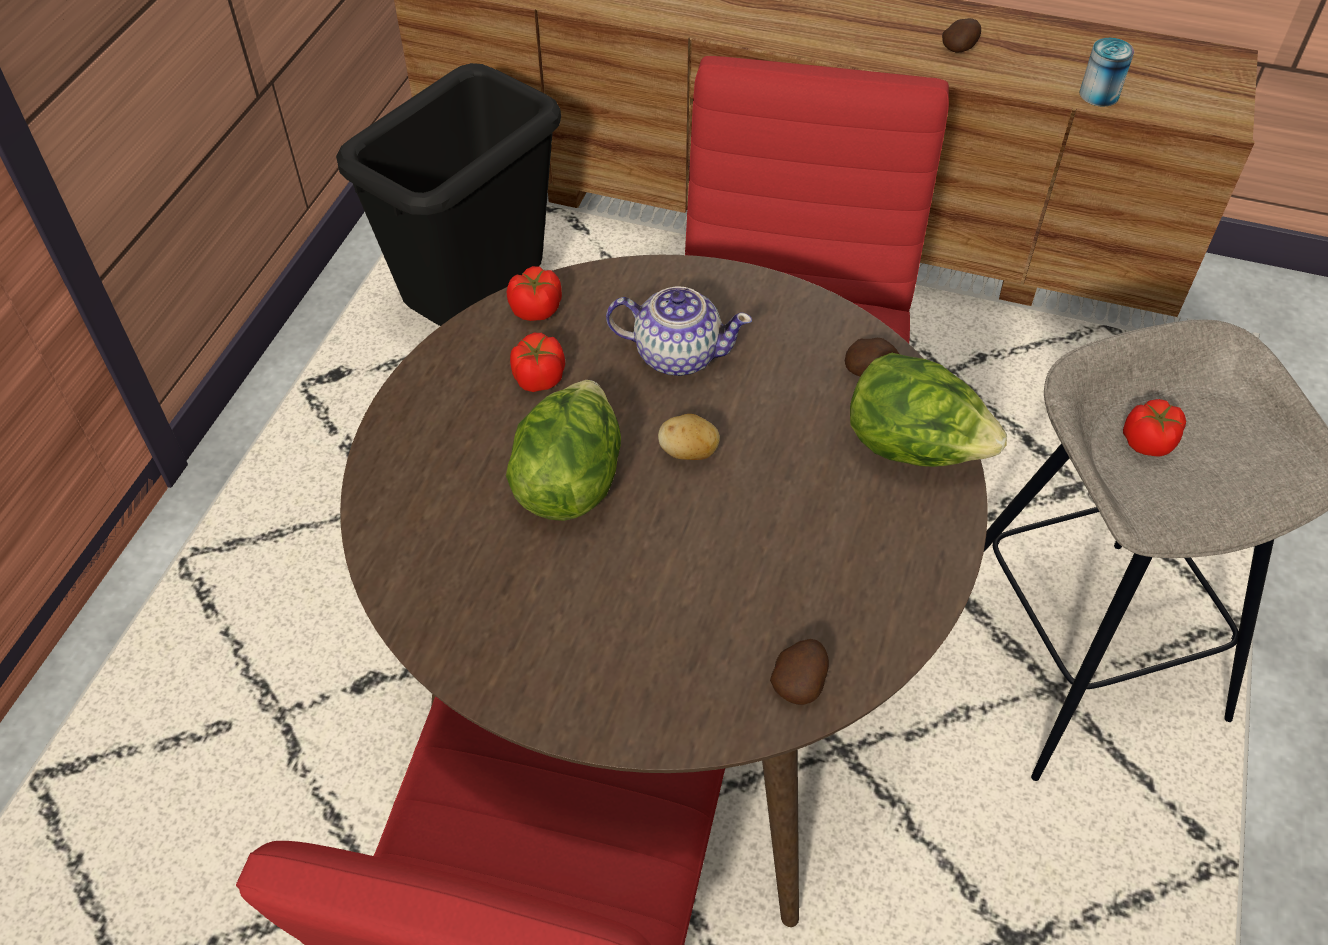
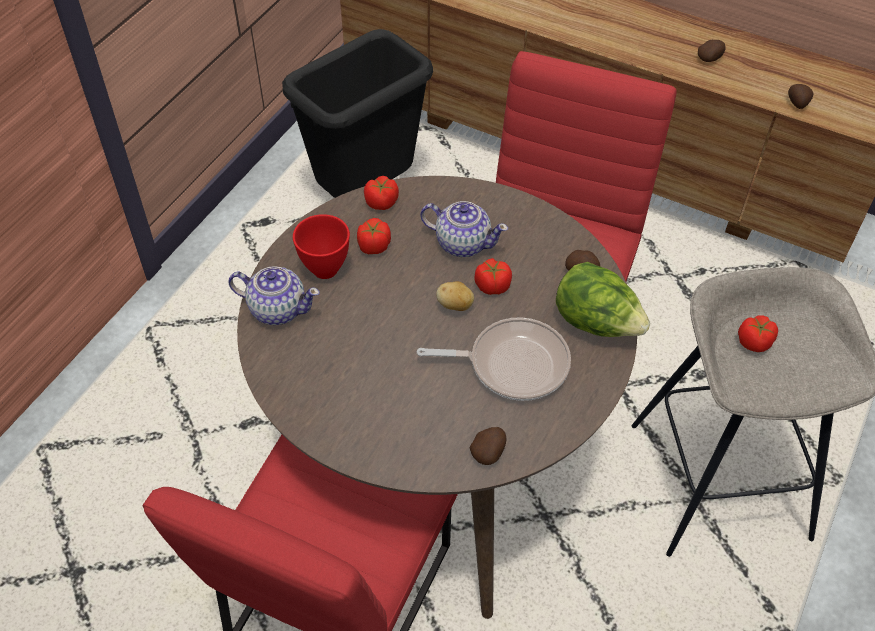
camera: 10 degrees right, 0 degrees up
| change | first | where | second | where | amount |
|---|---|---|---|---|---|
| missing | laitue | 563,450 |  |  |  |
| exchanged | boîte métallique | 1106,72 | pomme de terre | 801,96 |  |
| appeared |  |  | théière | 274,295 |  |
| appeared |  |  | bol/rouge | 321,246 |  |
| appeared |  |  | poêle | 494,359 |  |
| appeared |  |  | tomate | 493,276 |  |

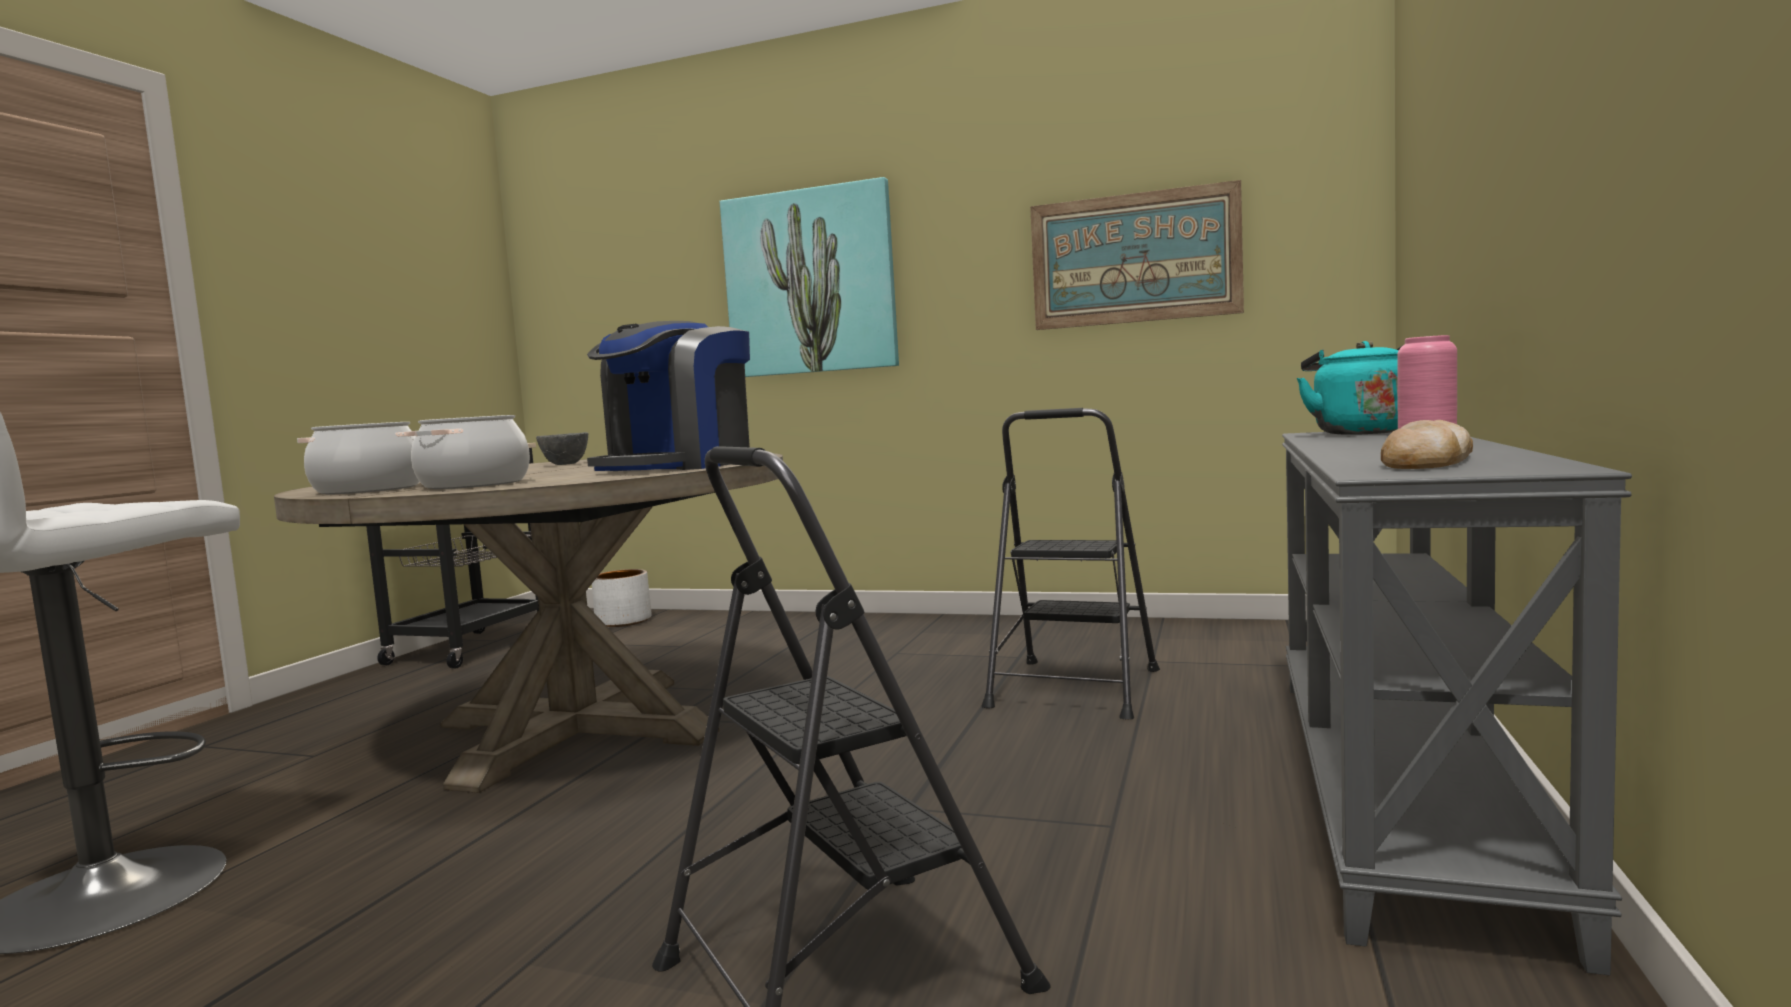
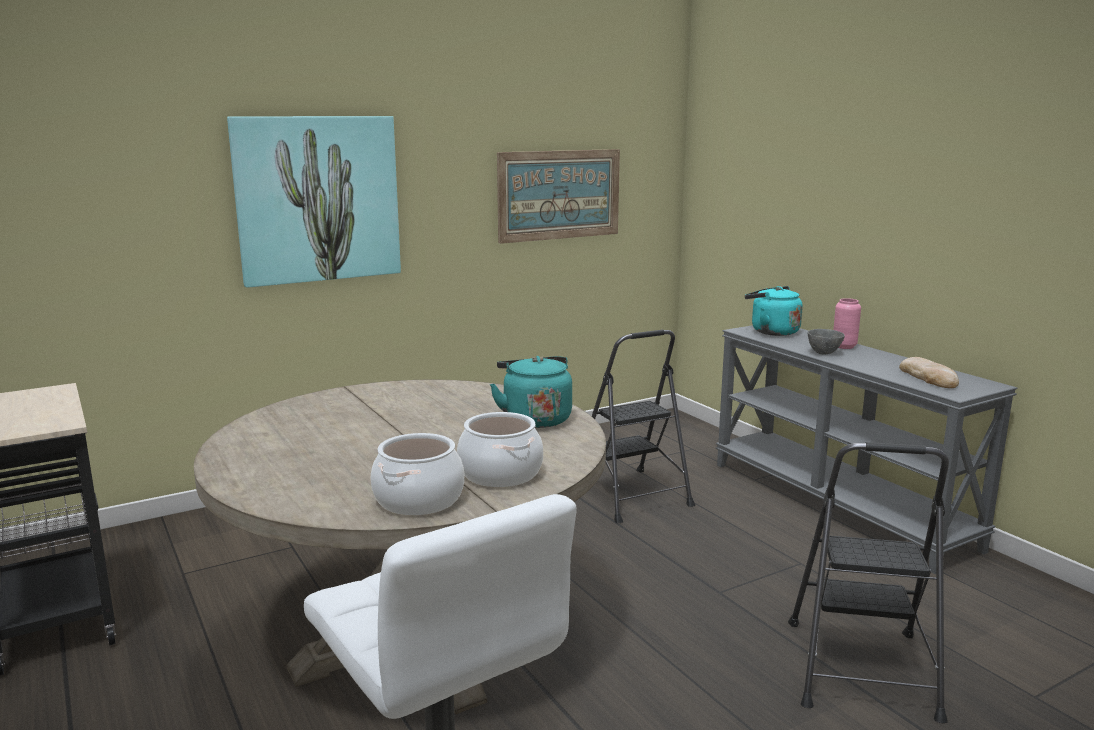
camera: 50 degrees left, 10 degrees up
| change | first | where | second | where | amount |
|---|---|---|---|---|---|
| relocated | bol/gris | 562,448 |  | 826,342 |  |
| exchanged | machine à café | 668,396 | bouilloire/turquoise | 531,392 |  |
| missing | cache-pot/blanc | 621,598 |  |  |  |

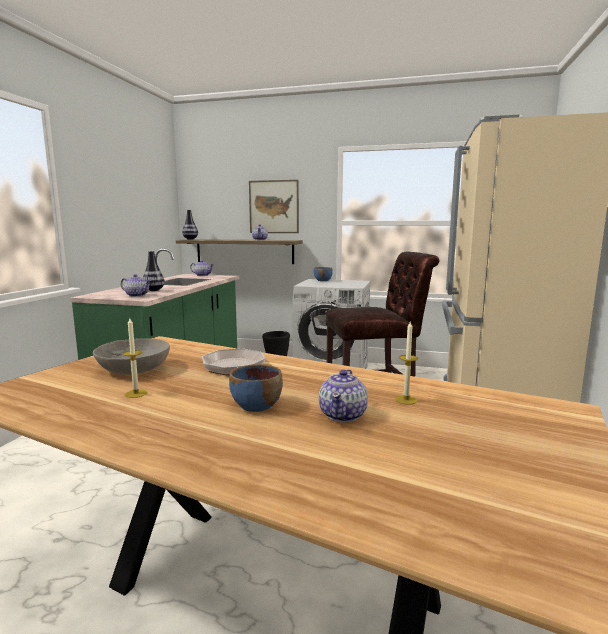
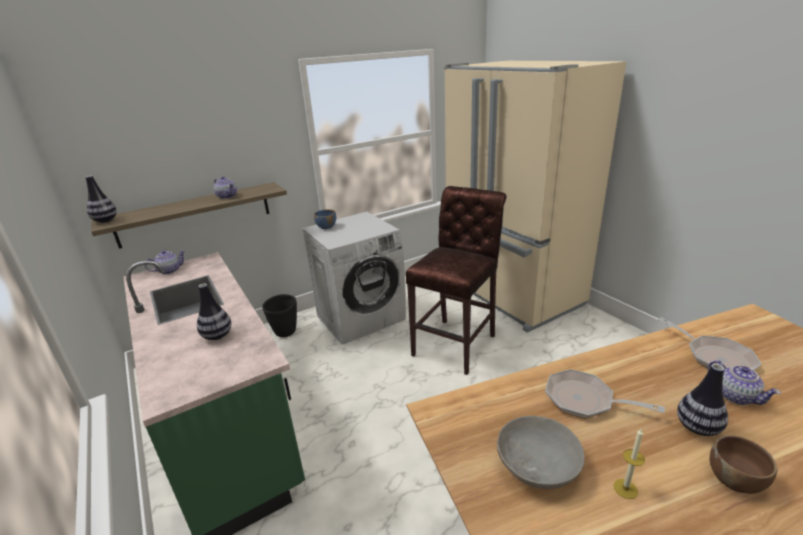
camera: 45 degrees left, 15 degrees up
| change | first | where | second | where | amount |
|---|---|---|---|---|---|
| missing | théière | 136,285 |  |  |  |
| exchanged | bol/bleu | 256,388 | vase | 702,400 |  |
| missing | tableau | 274,206 |  |  |  |
| exchanged | bougie | 406,363 | poêle | 709,344 |  |
| appeared |  |  | bol/marron | 744,464 |  |

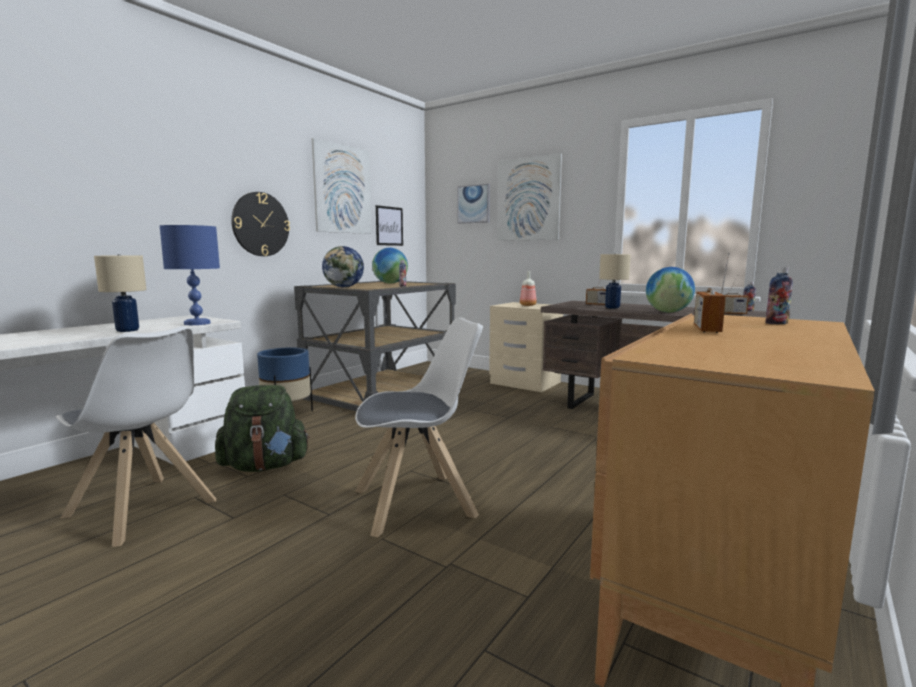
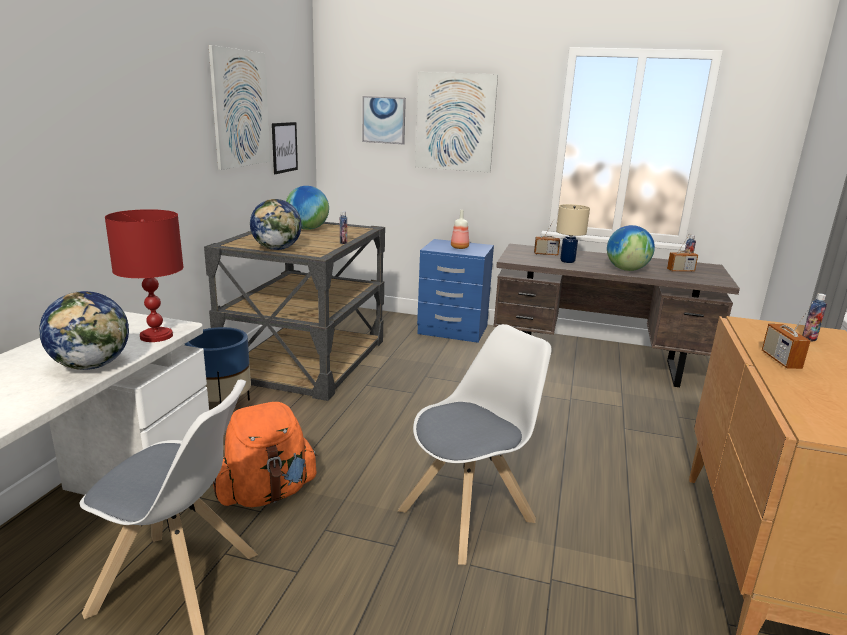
camera: 20 degrees left, 10 degrees up
| change | first | where | second | where | amount |
|---|---|---|---|---|---|
| exchanged | lampe de table/beige | 120,293 | globe | 84,330 |  |
| colour | lampe de table/bleu | 190,275 | lampe de table/rouge | 144,275 |  |
| colour | sac à dos/vert | 262,428 | sac à dos/orange | 265,454 |  |
| missing | horloge murale | 260,224 |  |  |  |
| colour | table de chevet/beige | 526,347 | table de chevet/bleu | 455,291 |  |

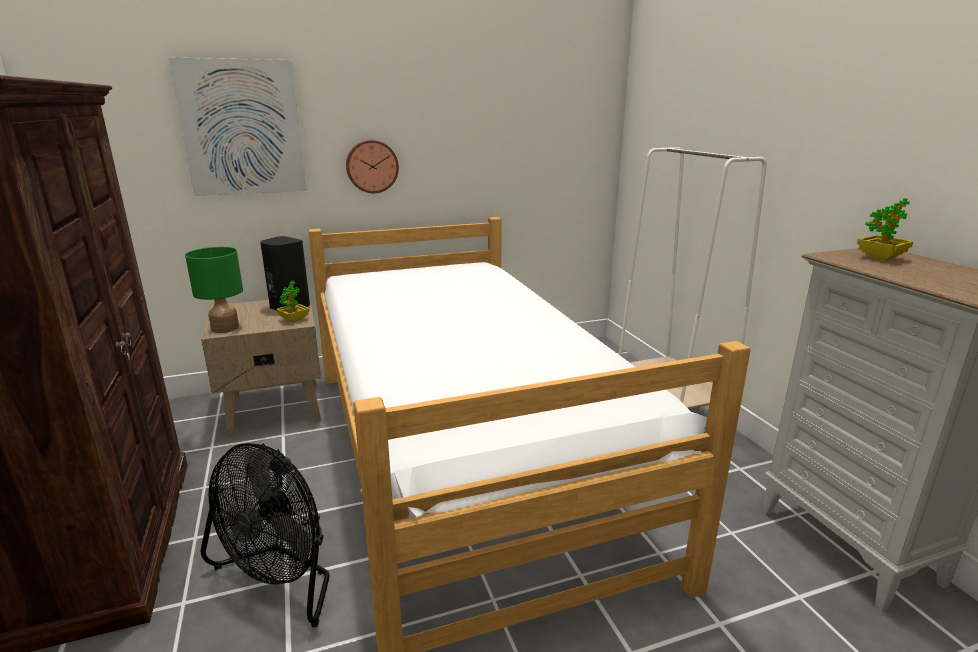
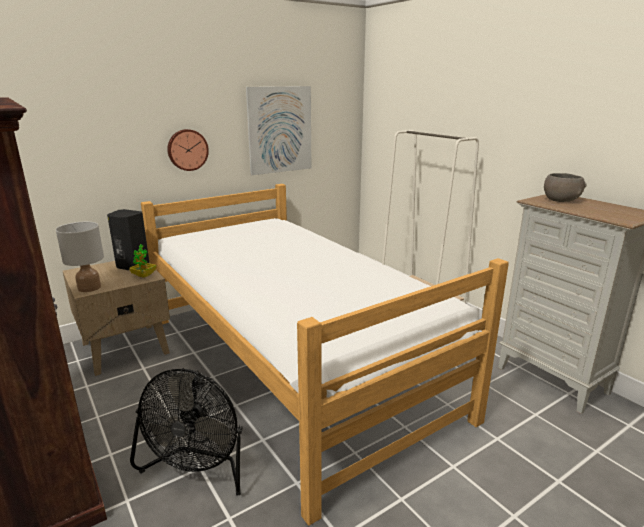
camera: 15 degrees left, 0 degrees up
| change | first | where | second | where | amount |
|---|---|---|---|---|---|
| relocated | tableau | 238,126 |  | 278,130 |  |
| colour | lampe de table/vert | 214,290 | lampe de table/gris | 80,257 |  |
| exchanged | plante en pot | 885,229 | bol/gris | 565,187 |  |

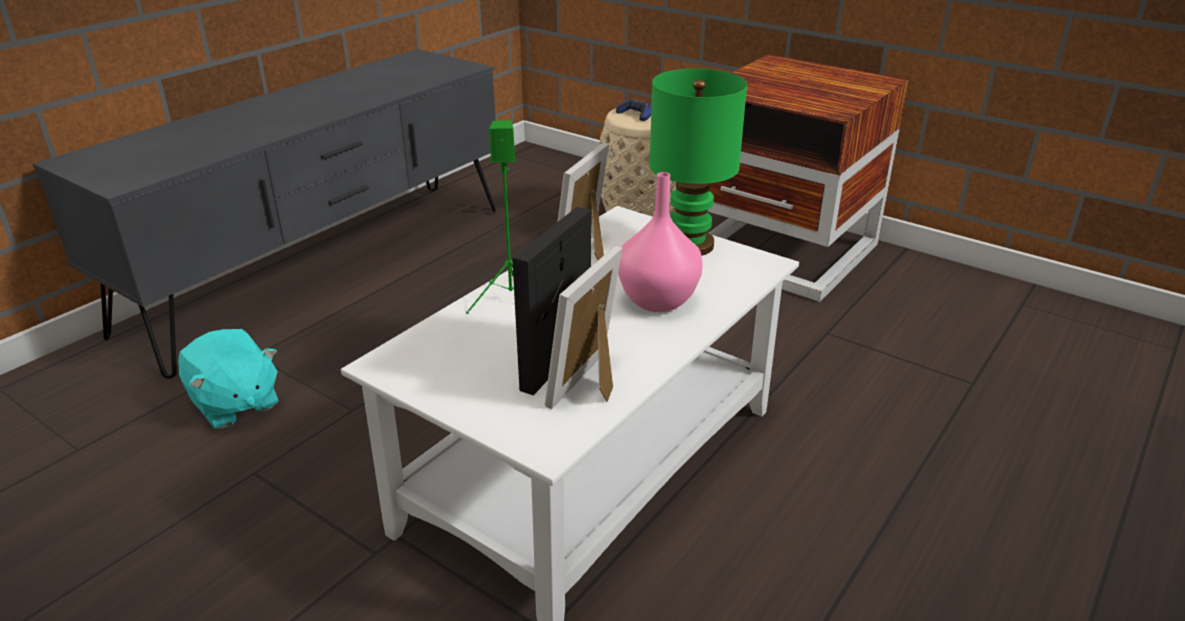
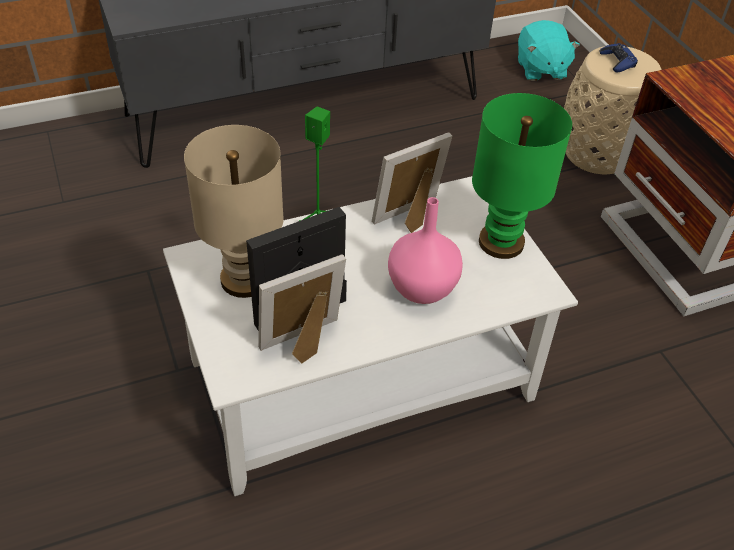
camera: 30 degrees right, 15 degrees up
| change | first | where | second | where | amount |
|---|---|---|---|---|---|
| relocated | peluche/turquoise | 228,379 |  | 549,50 |  |
| appeared |  |  | lampe de table/beige | 234,211 |  |

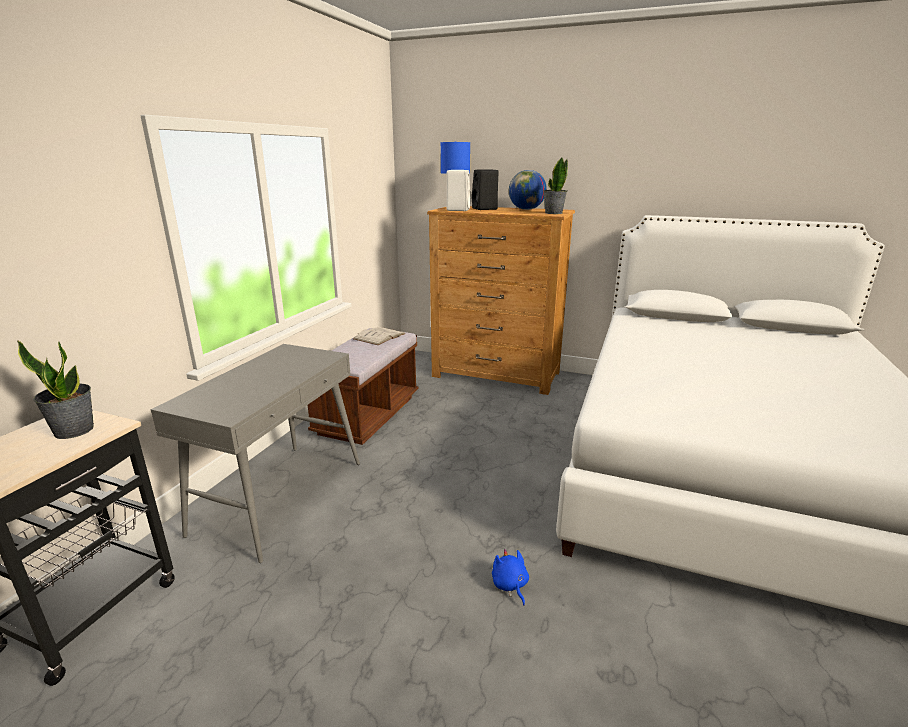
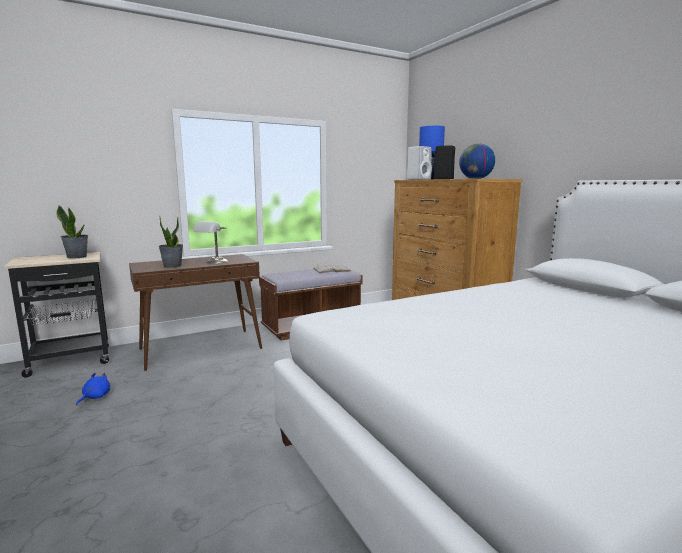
camera: 40 degrees right, 10 degrees down
| change | first | where | second | where | amount |
|---|---|---|---|---|---|
| colour | table console/gris | 255,453 | table console/marron | 195,312 |  |
| relocated | peluche/bleu | 510,577 |  | 93,389 |  |
| relocated | plante en pot | 555,185 |  | 170,243 |  |
| appeared |  |  | lampe de table/blanc | 210,242 |  |

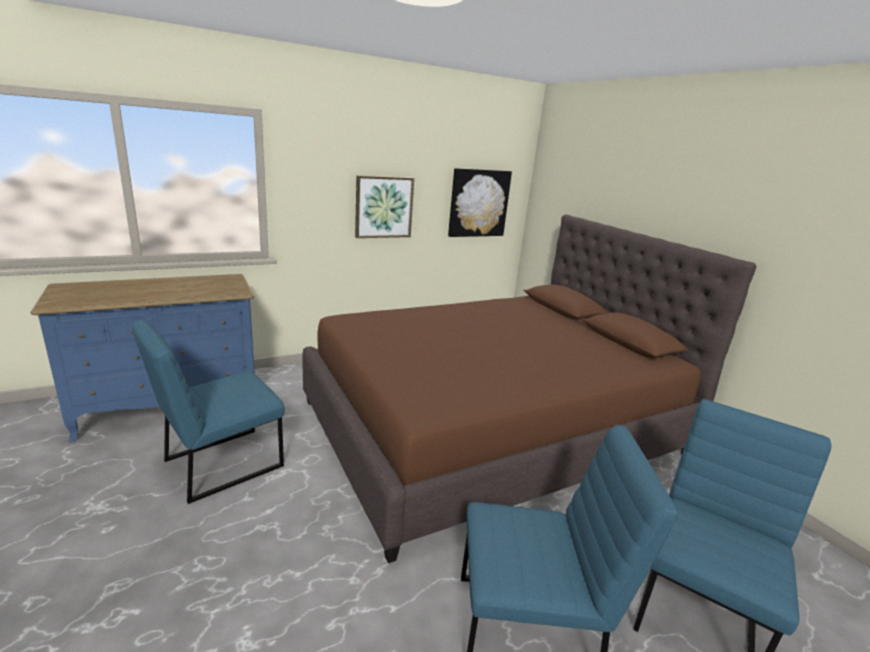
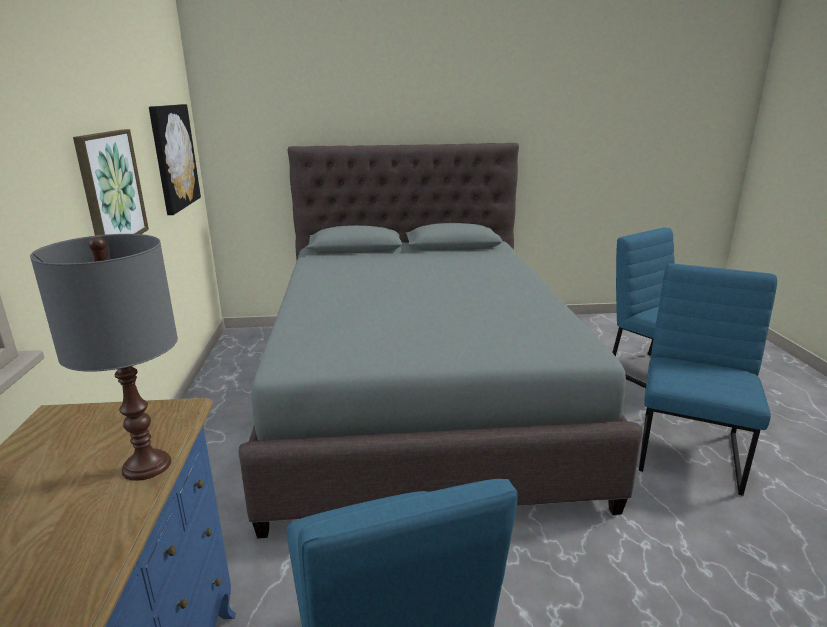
camera: 65 degrees left, 0 degrees up
| change | first | where | second | where | amount |
|---|---|---|---|---|---|
| colour | lit/marron | 529,388 | lit/gris | 440,340 |  |
| appeared |  |  | lampe de table/gris | 104,357 |  |

